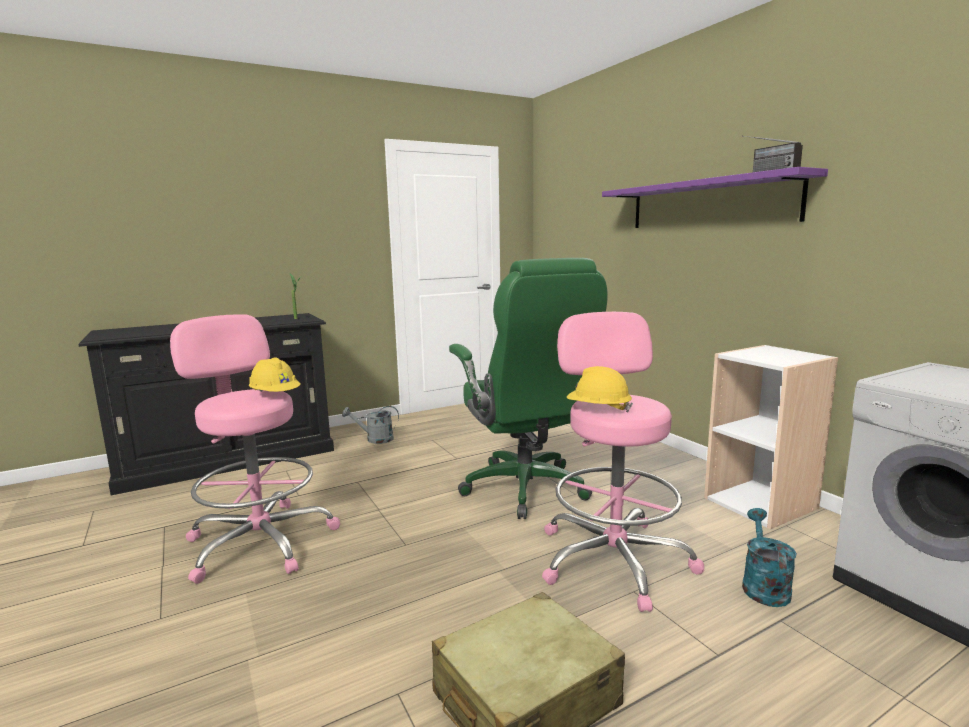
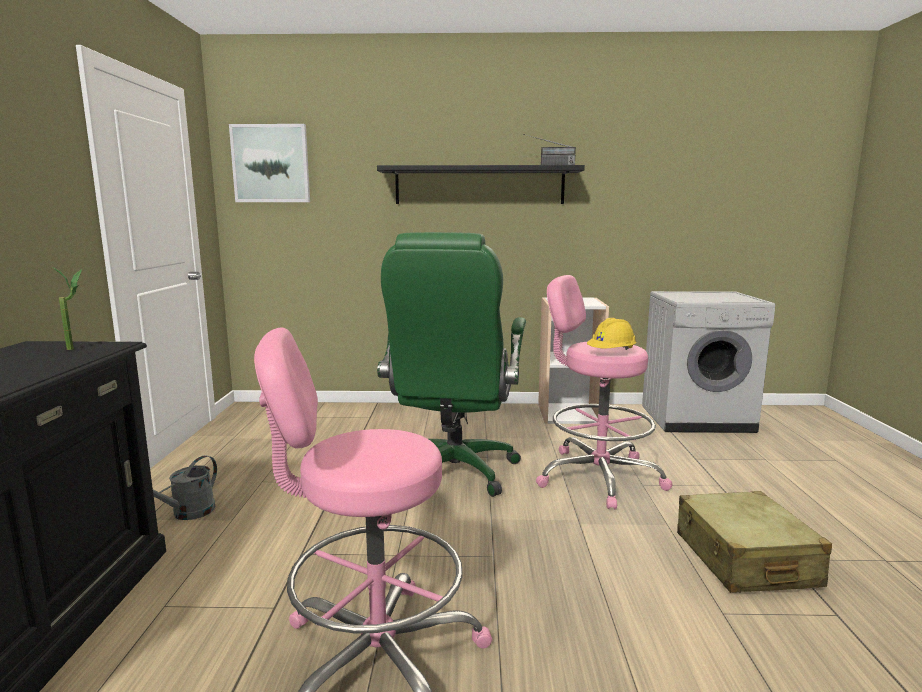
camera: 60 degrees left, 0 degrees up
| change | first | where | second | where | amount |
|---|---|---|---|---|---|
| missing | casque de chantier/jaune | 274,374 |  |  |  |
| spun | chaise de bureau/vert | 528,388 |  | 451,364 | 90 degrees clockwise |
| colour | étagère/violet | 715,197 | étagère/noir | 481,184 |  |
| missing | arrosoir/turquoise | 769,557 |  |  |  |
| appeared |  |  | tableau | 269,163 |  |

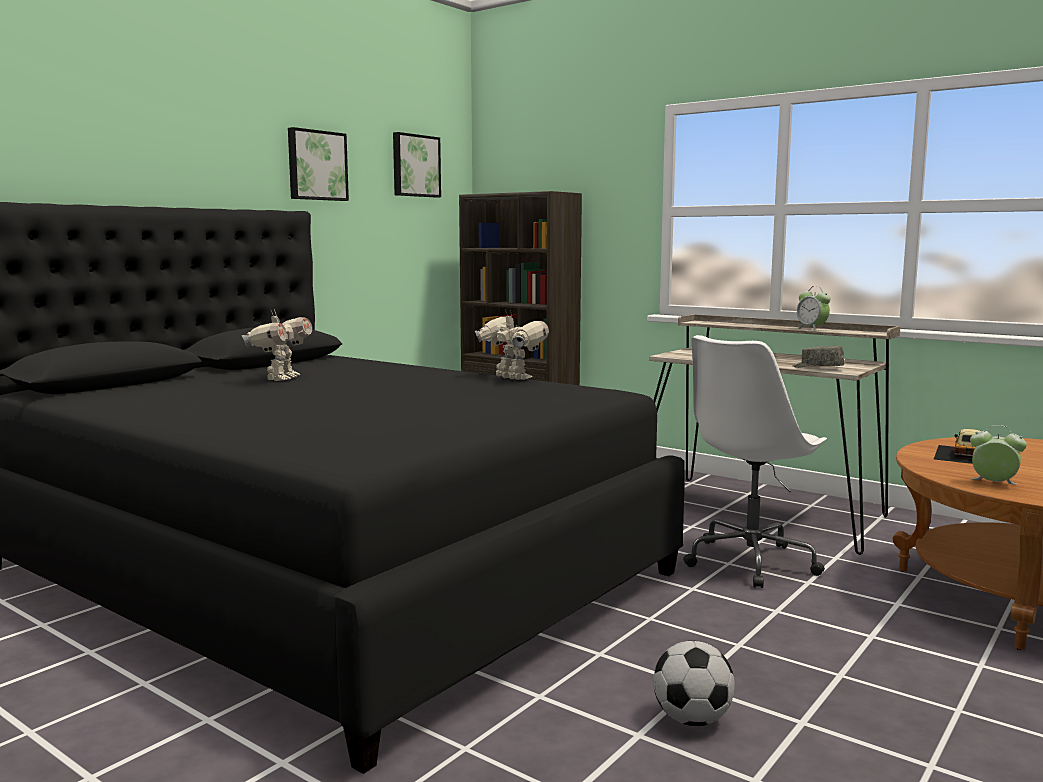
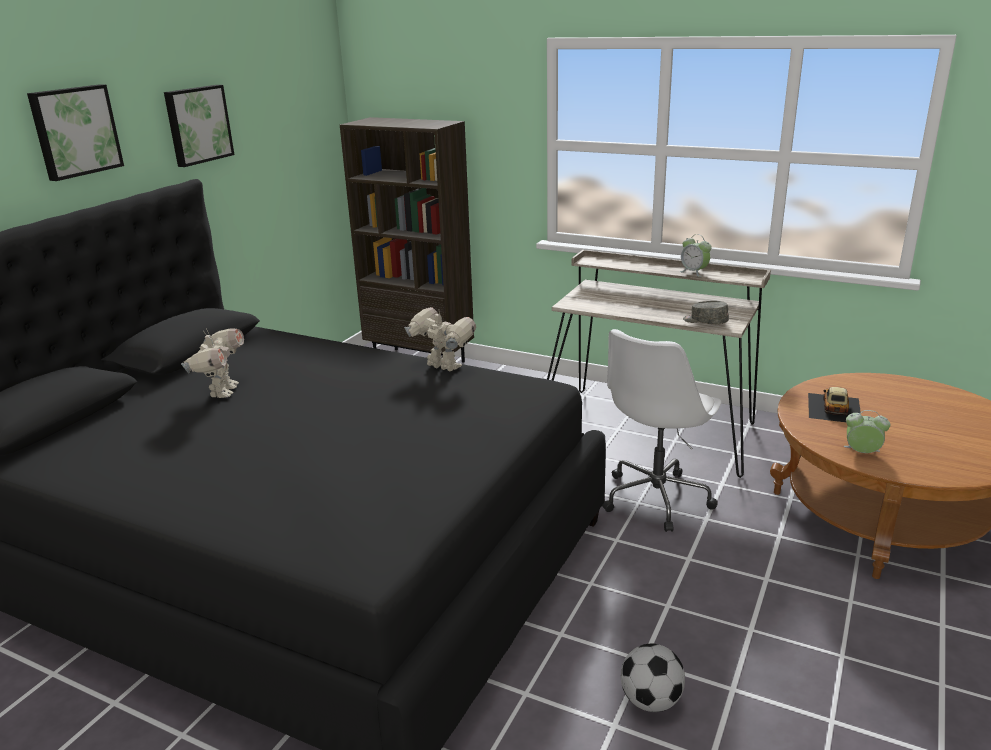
camera: 10 degrees left, 15 degrees up
| change | first | where | second | where | amount |
|---|---|---|---|---|---|
| relocated | tableau | 417,165 |  | 75,132 |  |

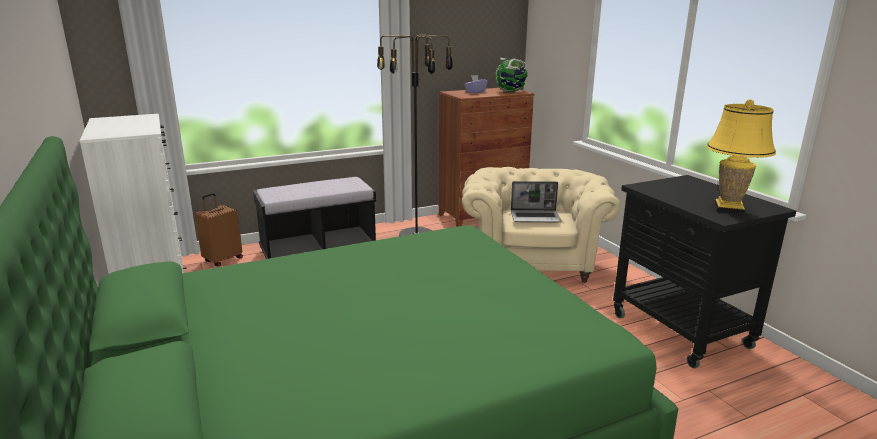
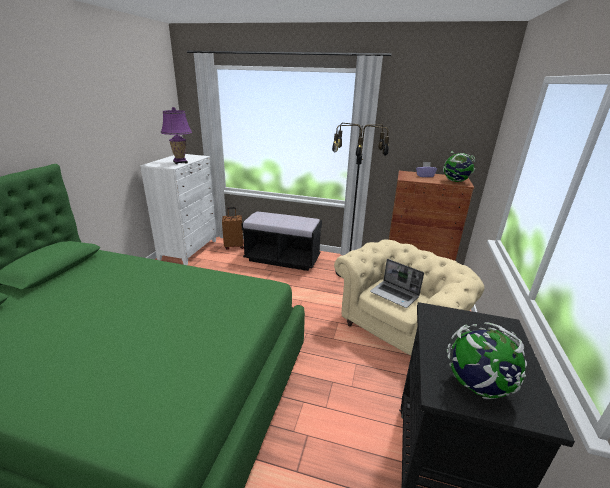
camera: 40 degrees right, 5 degrees up
| change | first | where | second | where | amount |
|---|---|---|---|---|---|
| exchanged | lampe de table/jaune | 741,156 | globe | 487,360 |  |
| appeared |  |  | lampe de table/violet | 176,135 |  |

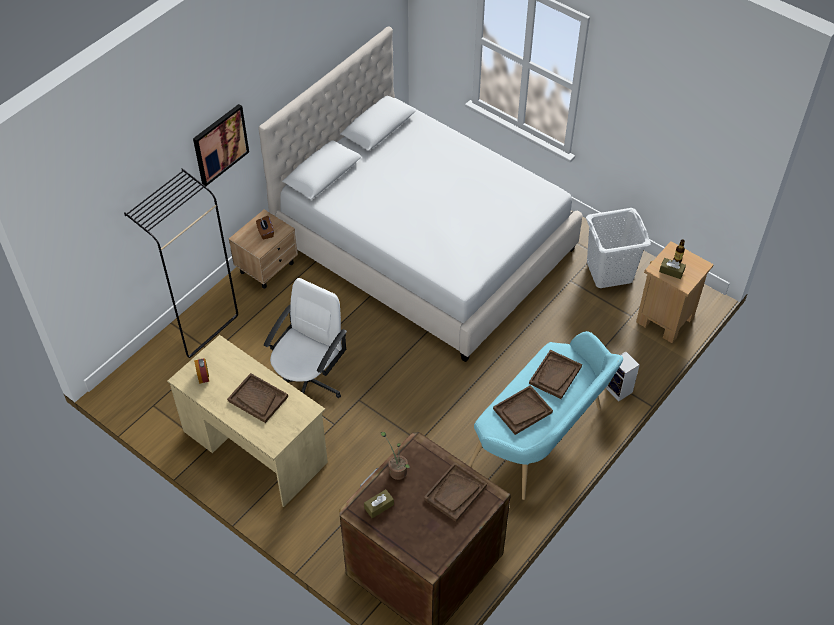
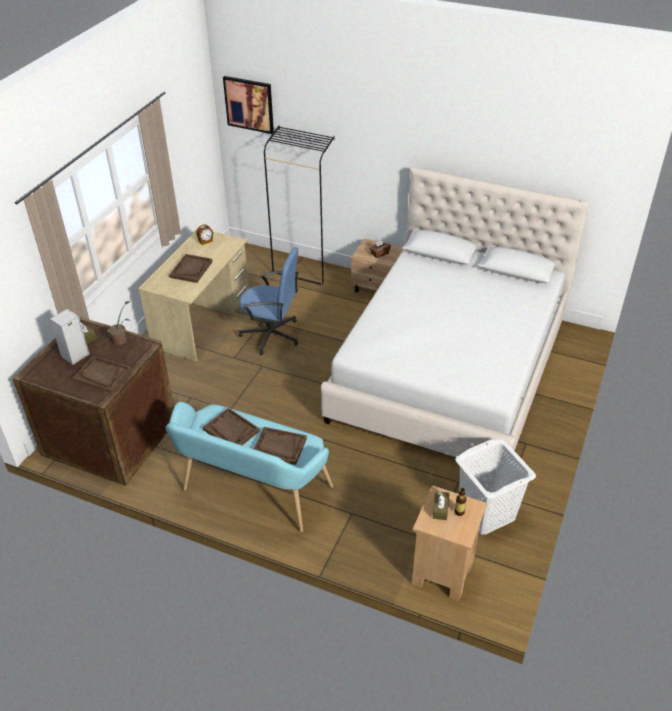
camera: 75 degrees right, 10 degrees down
| change | first | where | second | where | amount |
|---|---|---|---|---|---|
| relocated | tableau | 221,145 |  | 248,105 |  |
| colour | chaise de bureau/blanc | 305,338 | chaise de bureau/bleu | 268,301 |  |
| relocated | enceinte | 623,377 |  | 69,337 |  |

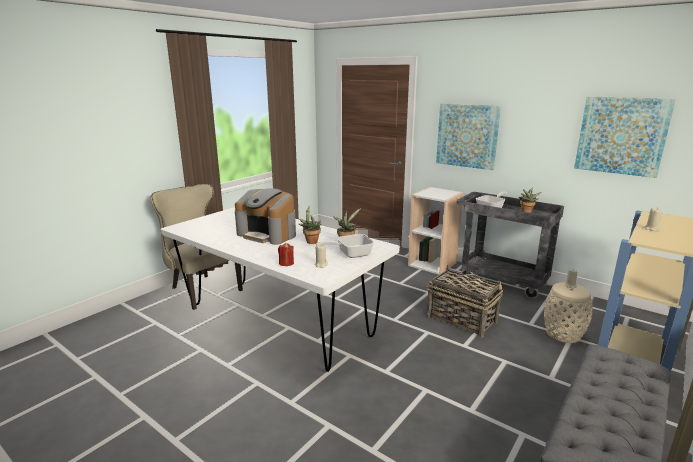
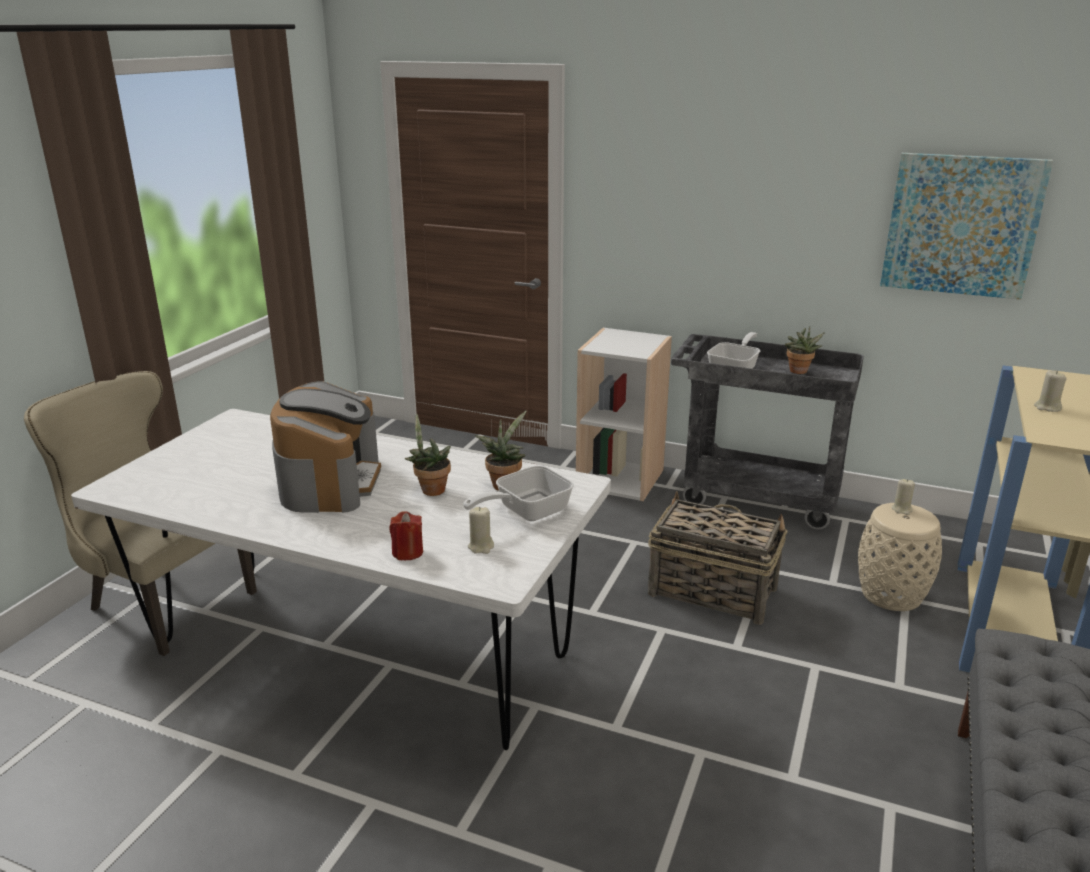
camera: 15 degrees left, 5 degrees up
| change | first | where | second | where | amount |
|---|---|---|---|---|---|
| spun | machine à café | 265,216 |  | 325,447 | 105 degrees counterclockwise |
| missing | tableau | 468,136 |  |  |  |

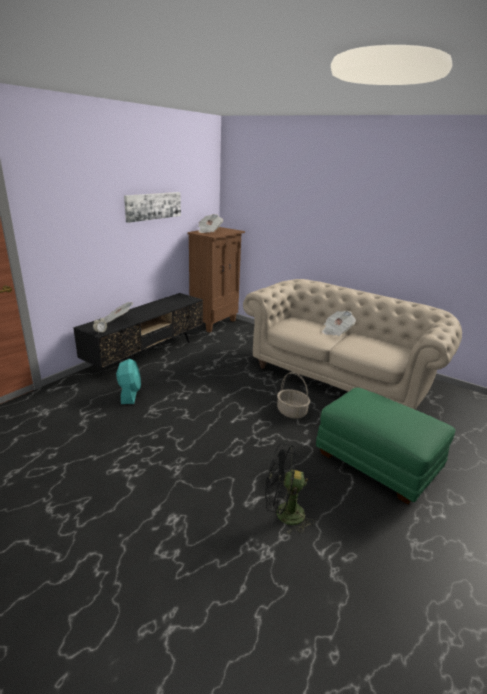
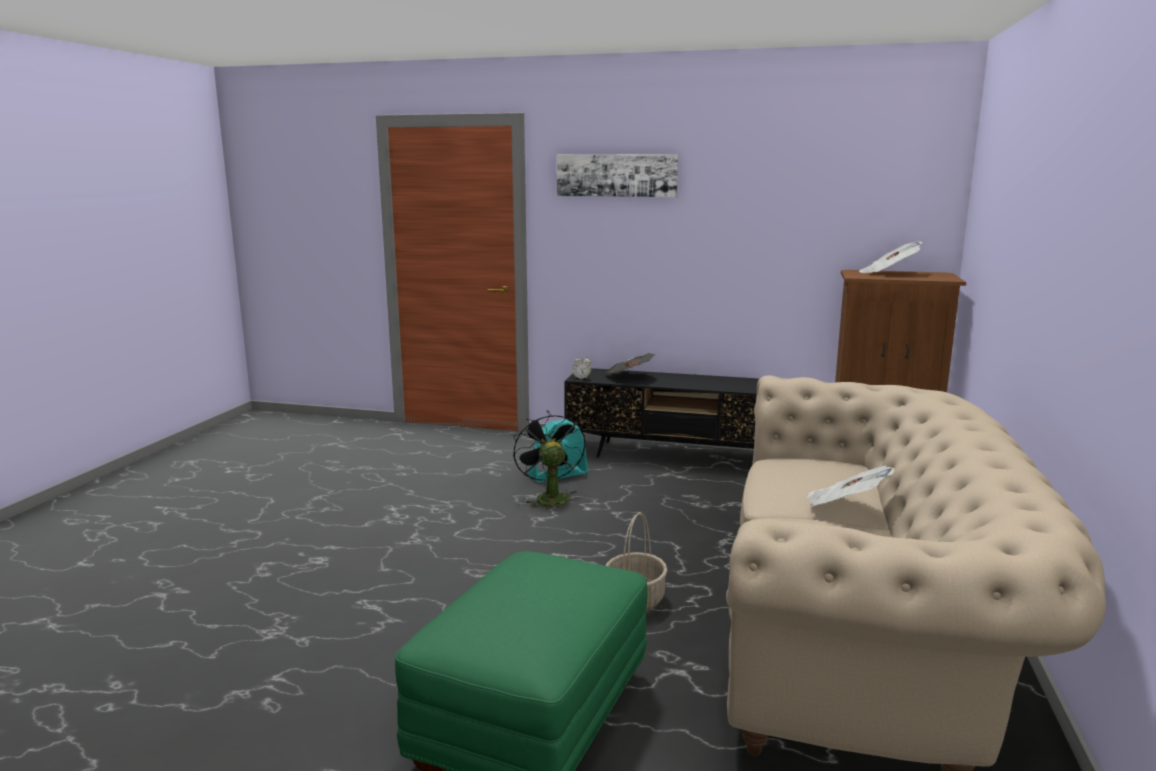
camera: 70 degrees right, 10 degrees down
| change | first | where | second | where | amount |
|---|---|---|---|---|---|
| relocated | tableau | 152,207 |  | 618,175 |  |
| relocated | ventilateur/noir | 289,489 |  | 549,460 |  |

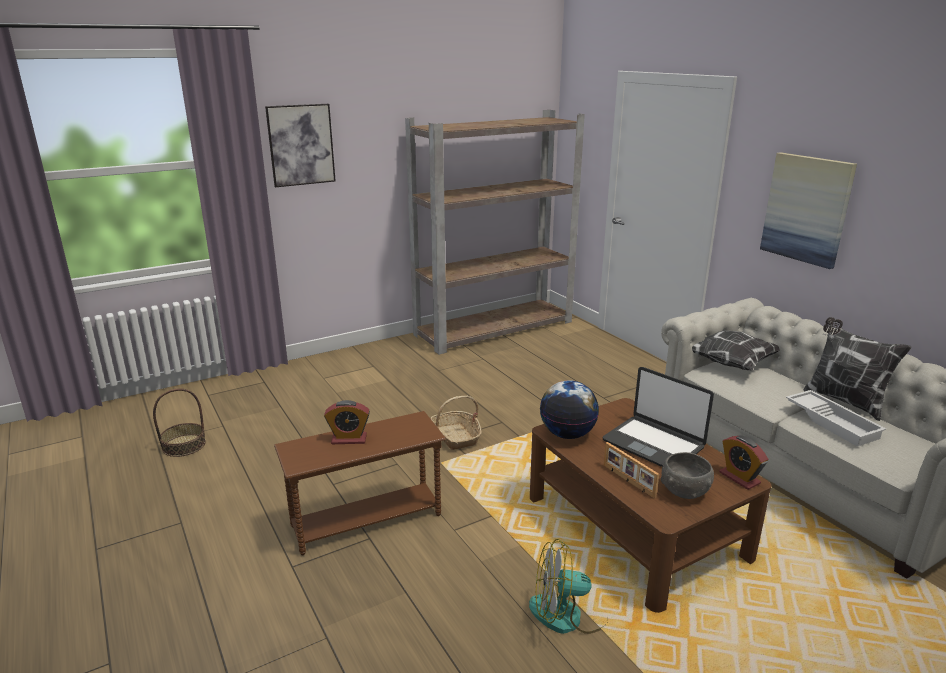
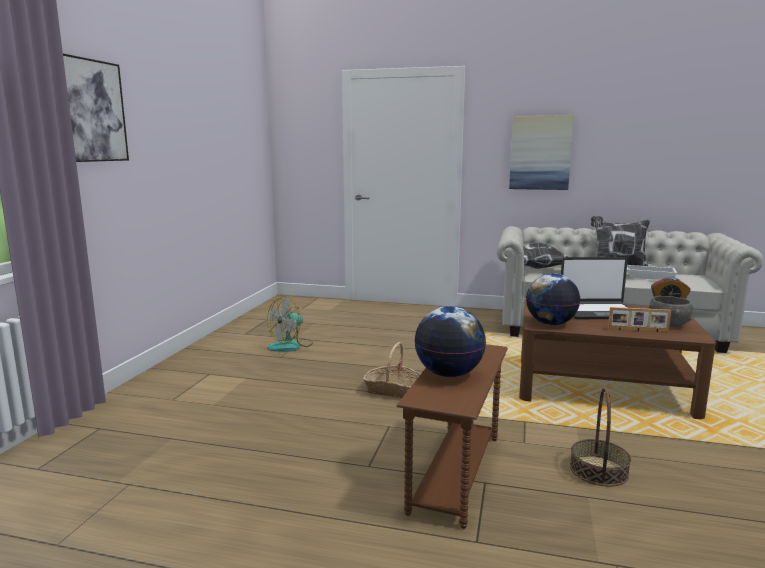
camera: 45 degrees left, 10 degrees down
| change | first | where | second | where | amount |
|---|---|---|---|---|---|
| relocated | panier | 179,422 |  | 600,437 |  |
| exchanged | réveil | 347,422 | globe | 450,341 |  |
| missing | bibliothèque/marron | 495,232 |  |  |  |
| relocated | ventilateur | 568,586 |  | 290,324 |  |

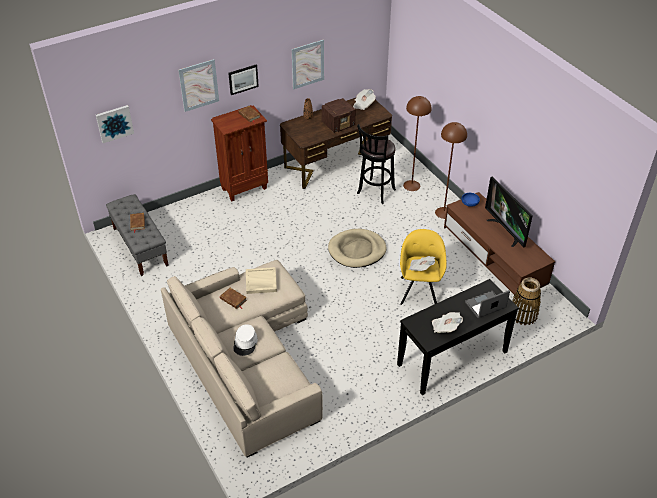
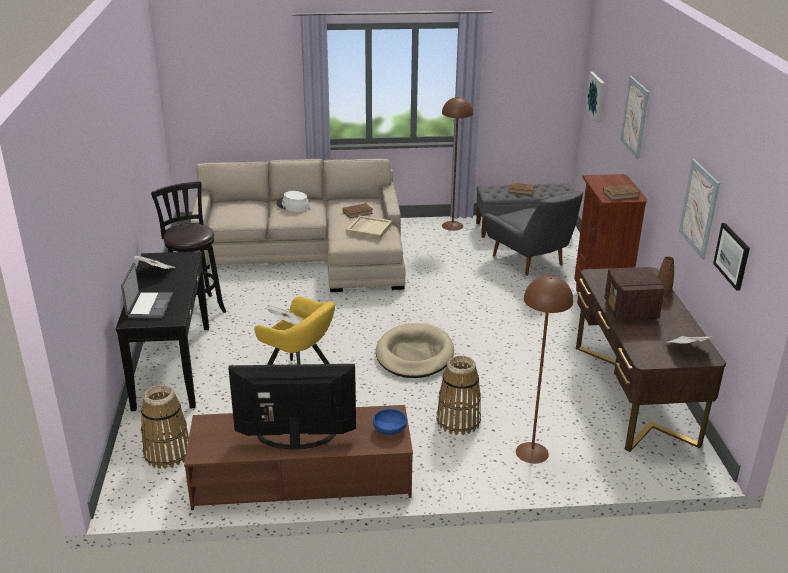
camera: 115 degrees right, 15 degrees down
| change | first | where | second | where | amount |
|---|---|---|---|---|---|
| relocated | tableau | 243,80 |  | 731,257 |  |
| relocated | tabouret/noir | 376,164 |  | 188,247 |  |
| relocated | lampadaire/marron | 451,170 |  | 457,164 |  |
| appeared |  |  | panier | 458,395 |  |
| appeared |  |  | fauteuil/gris | 533,233 |  |

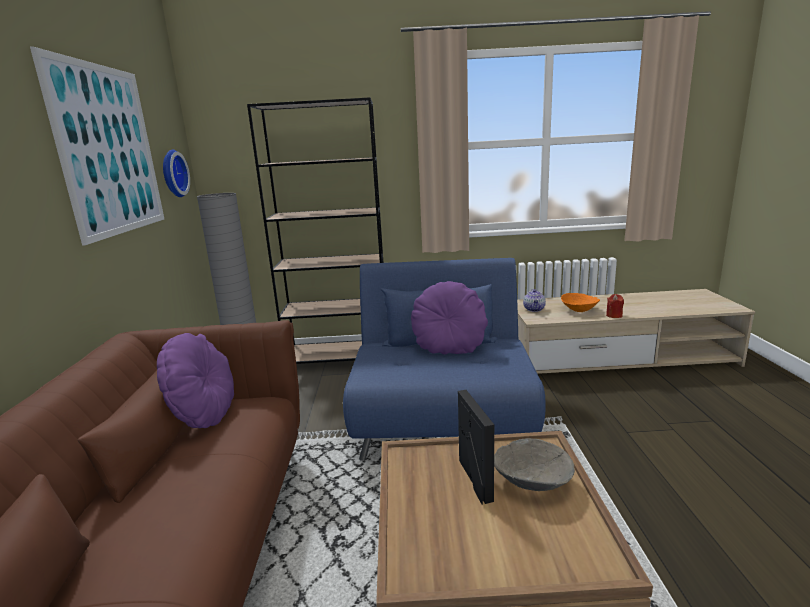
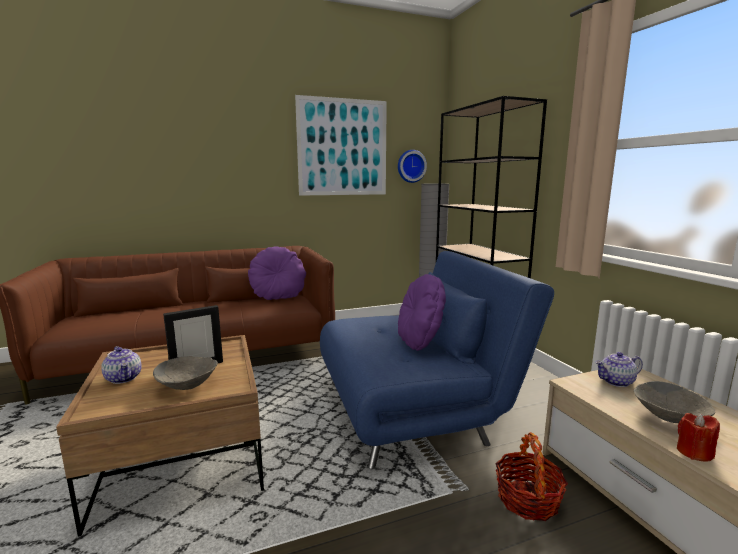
camera: 70 degrees right, 5 degrees down
| change | first | where | second | where | amount |
|---|---|---|---|---|---|
| colour | bol/orange | 580,302 | bol/gris | 674,402 |  |
| appeared |  |  | théière | 121,365 |  |
| appeared |  |  | panier | 531,476 |  |

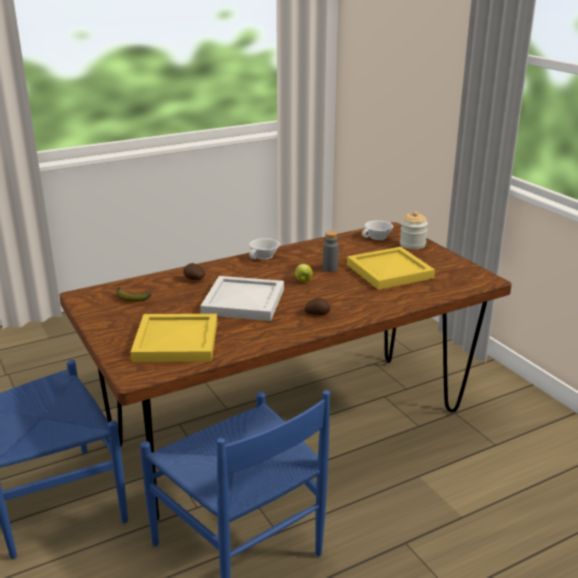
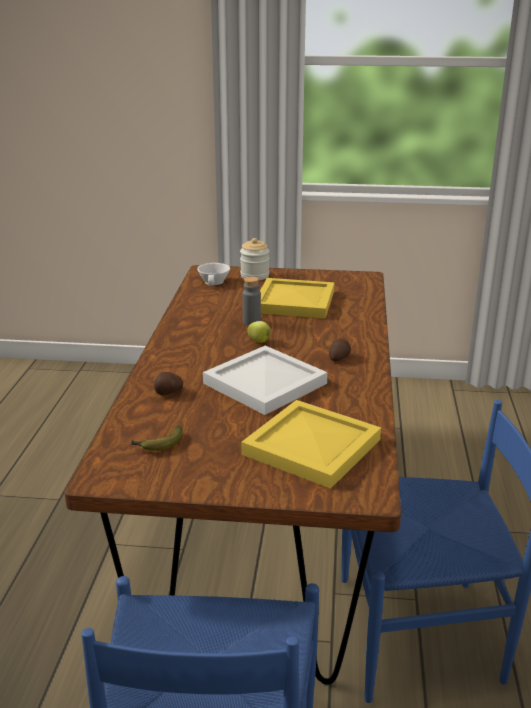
camera: 55 degrees left, 0 degrees up
| change | first | where | second | where | amount |
|---|---|---|---|---|---|
| missing | tasse/blanc | 264,249 |  |  |  |

